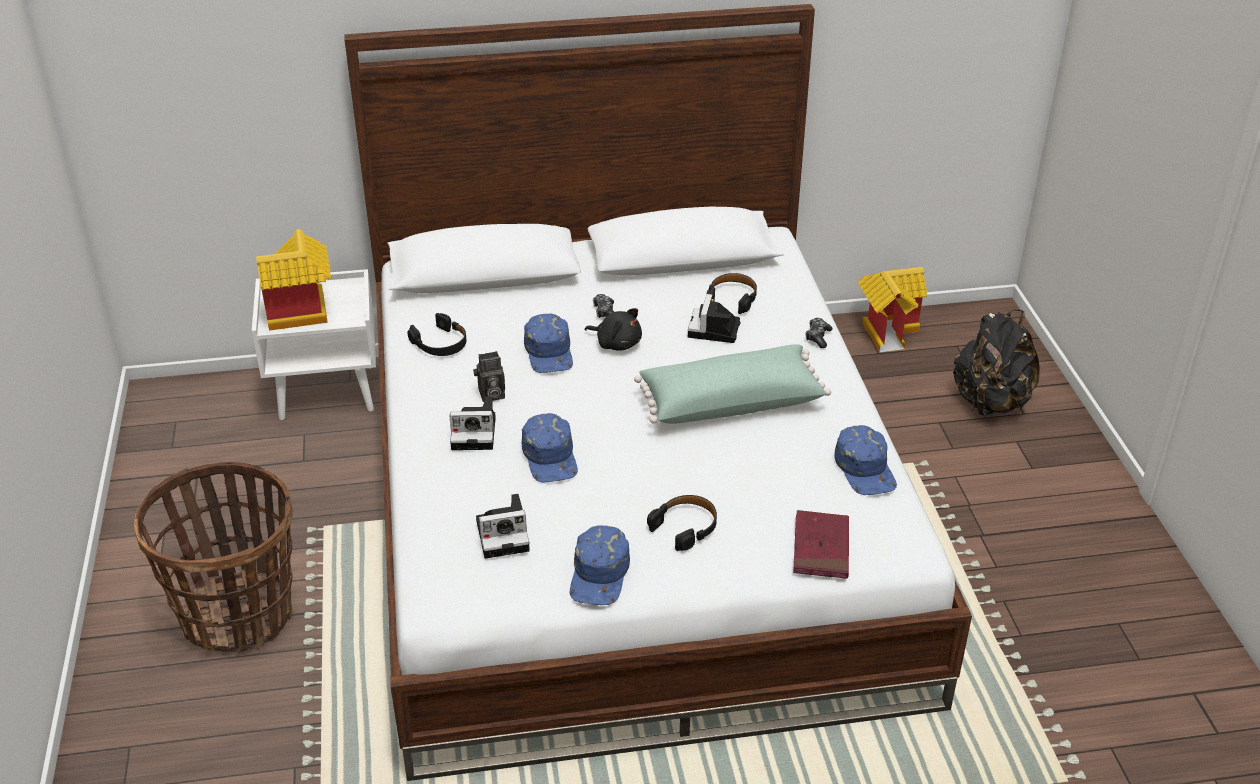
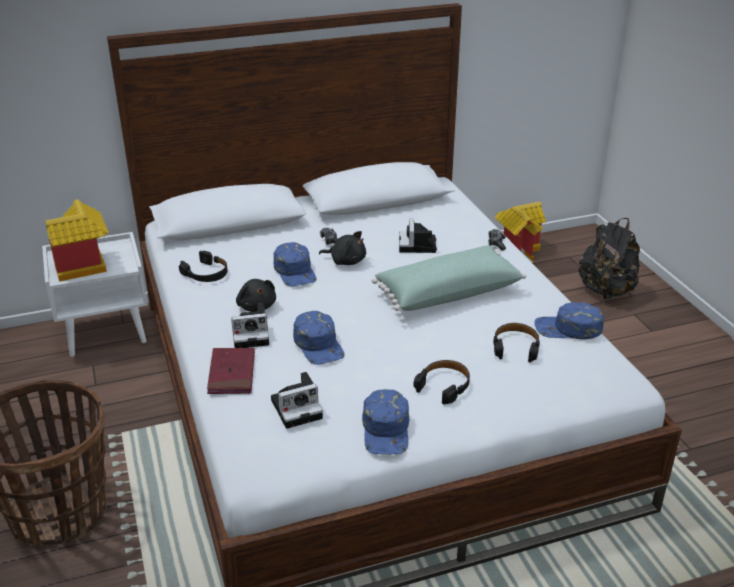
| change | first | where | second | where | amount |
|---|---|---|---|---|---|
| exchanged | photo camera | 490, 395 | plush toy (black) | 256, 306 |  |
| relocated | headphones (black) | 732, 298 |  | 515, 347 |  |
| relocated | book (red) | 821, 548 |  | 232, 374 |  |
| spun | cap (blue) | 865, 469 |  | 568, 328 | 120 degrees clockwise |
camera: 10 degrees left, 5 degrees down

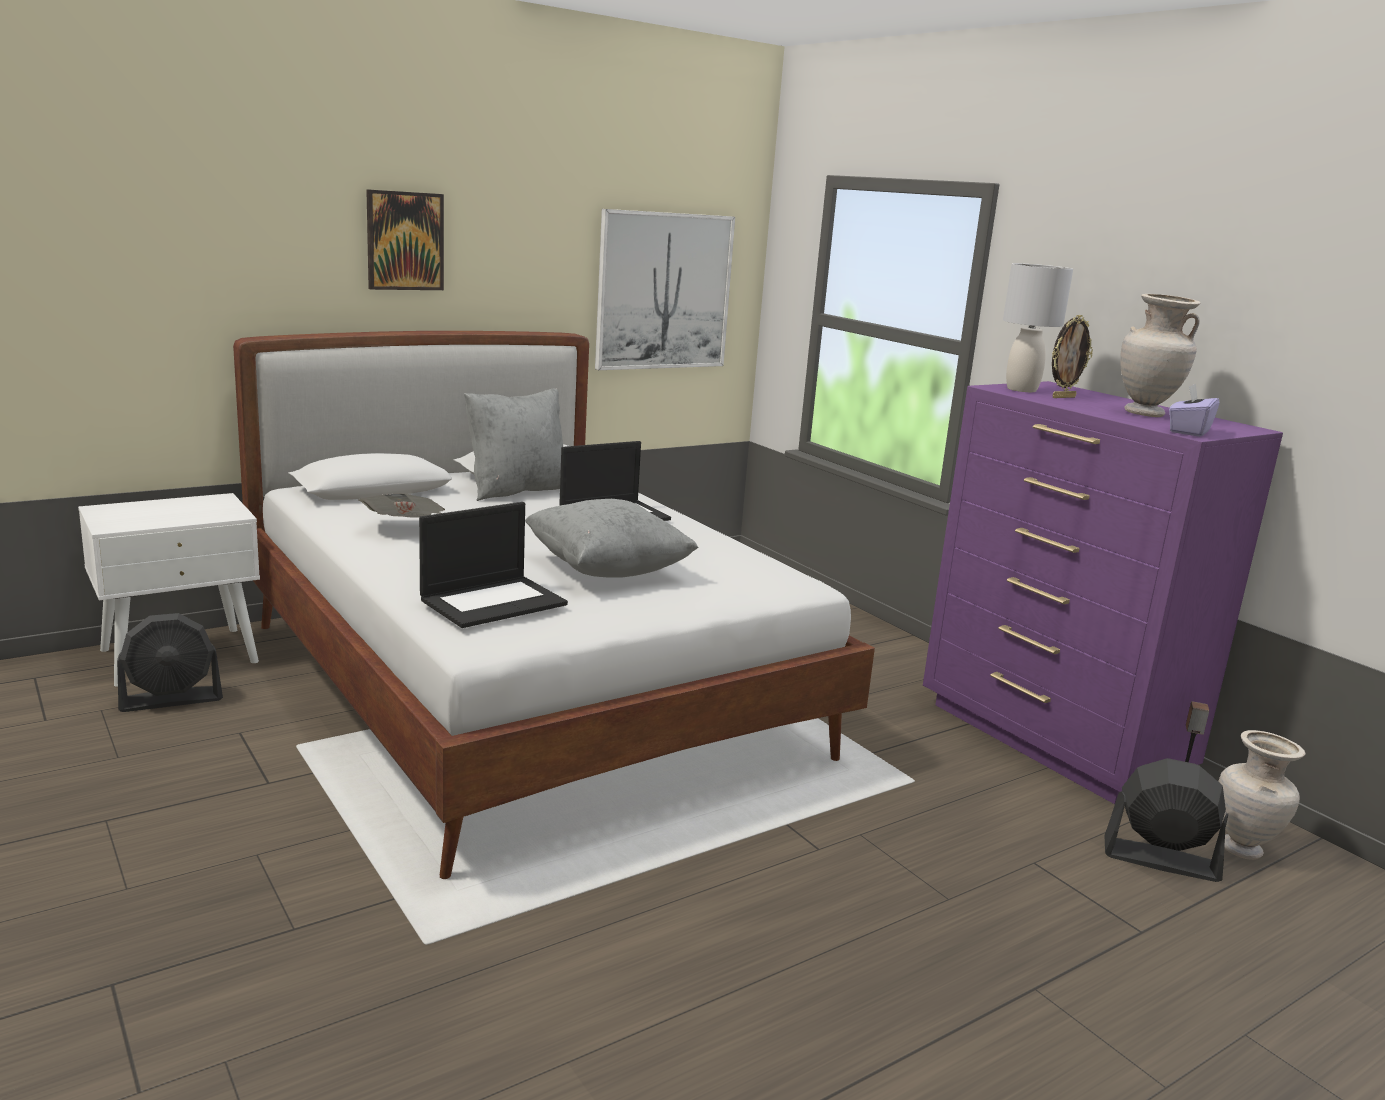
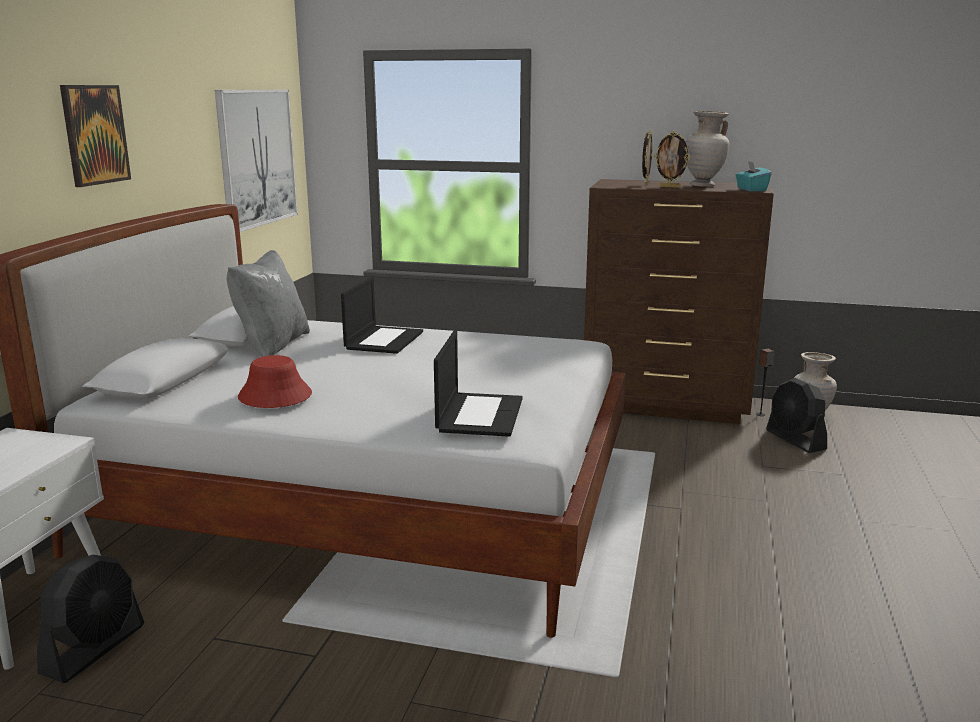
| change | first | where | second | where | amount |
|---|---|---|---|---|---|
| exchanged | newspaper | 404, 528 | hat (red) | 274, 396 |  |
| missing | pillow (grey) | 607, 571 |  |  |  |
| colour | dresser (purple) | 1051, 740 | dresser (brown) | 666, 405 |  |
| missing | table lamp (grey) | 1021, 389 |  |  |  |
| spun | fan (black) | 1160, 859 |  | 795, 440 | 90 degrees counterclockwise |
| colour | tissue box (purple) | 1188, 431 | tissue box (turquoise) | 751, 190 |  |
| appeared |  |  | picture frame | 670, 187 |  |
camera: 40 degrees left, 0 degrees up

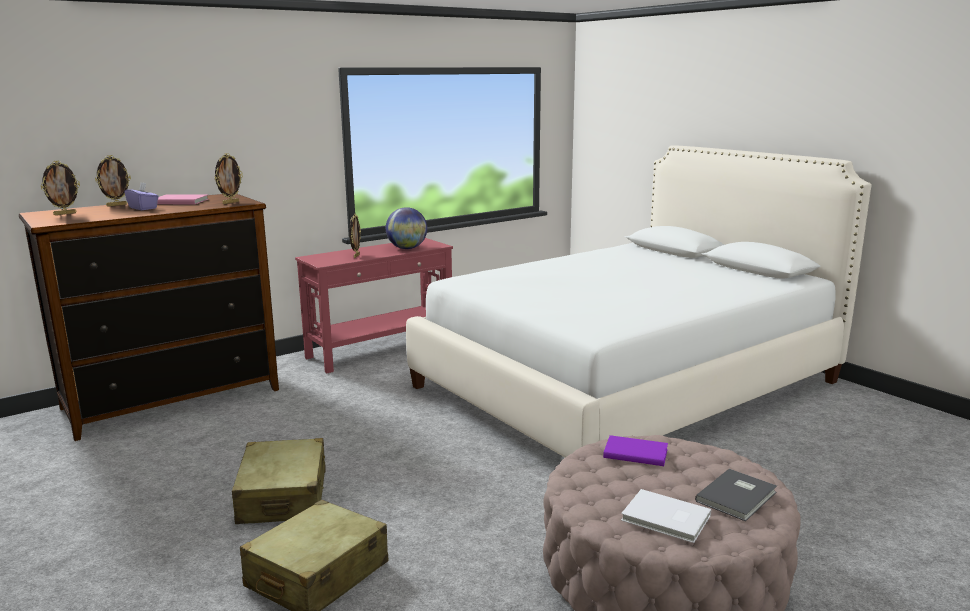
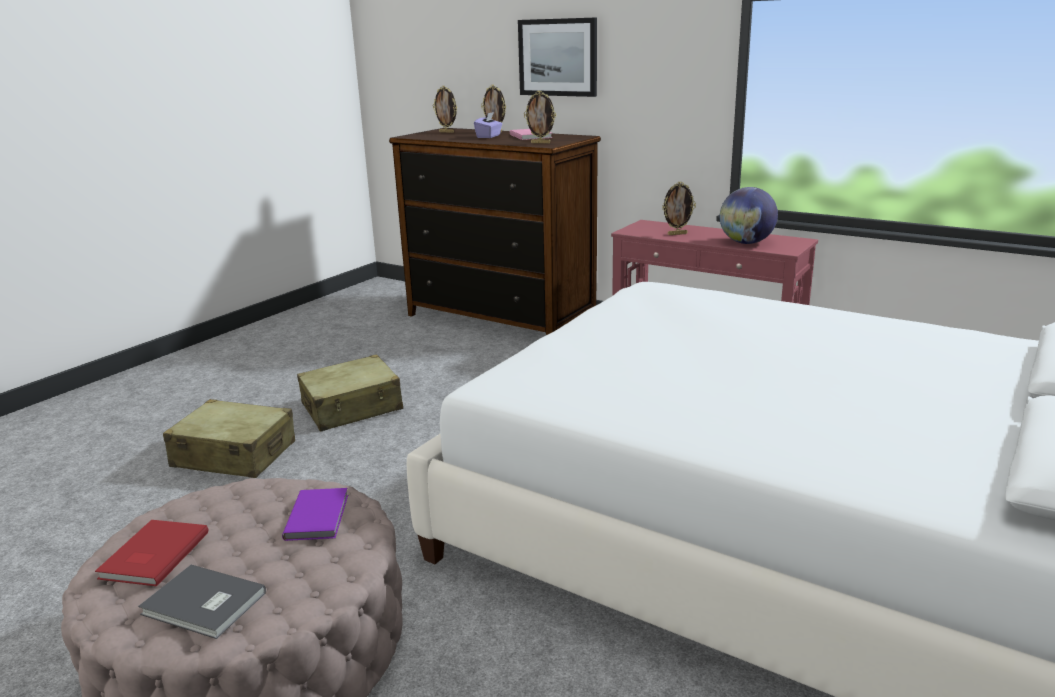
| change | first | where | second | where | amount |
|---|---|---|---|---|---|
| colour | book (white) | 666, 519 | book (red) | 152, 555 |  |
| appeared |  |  | picture | 558, 57 |  |
camera: 70 degrees right, 5 degrees up

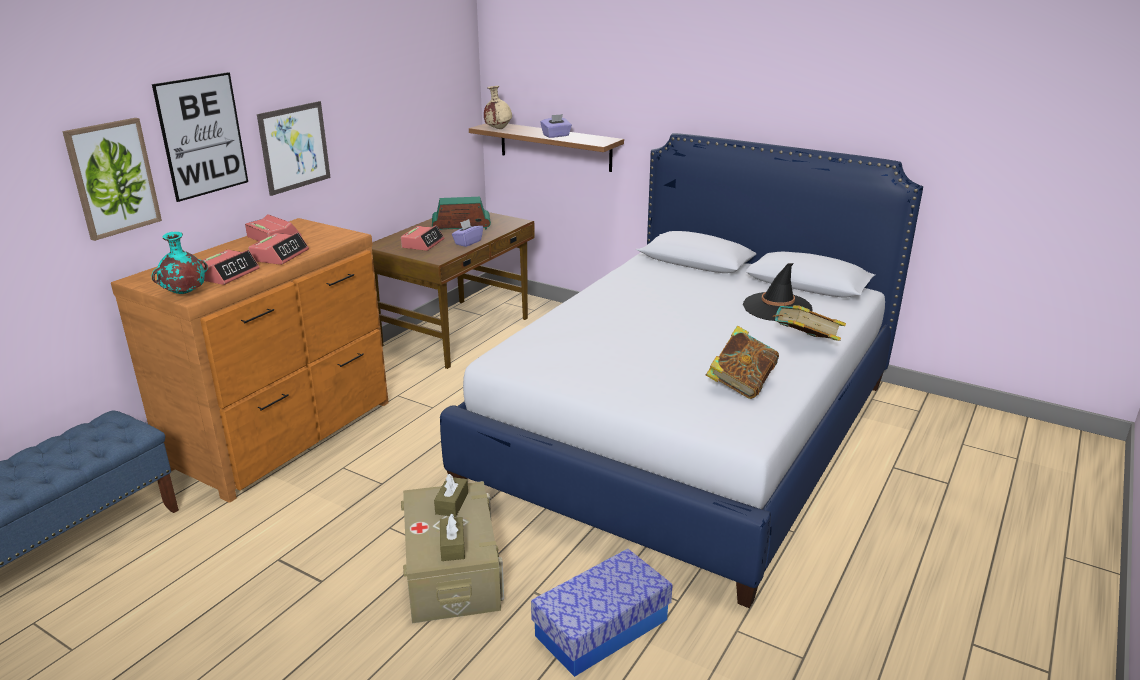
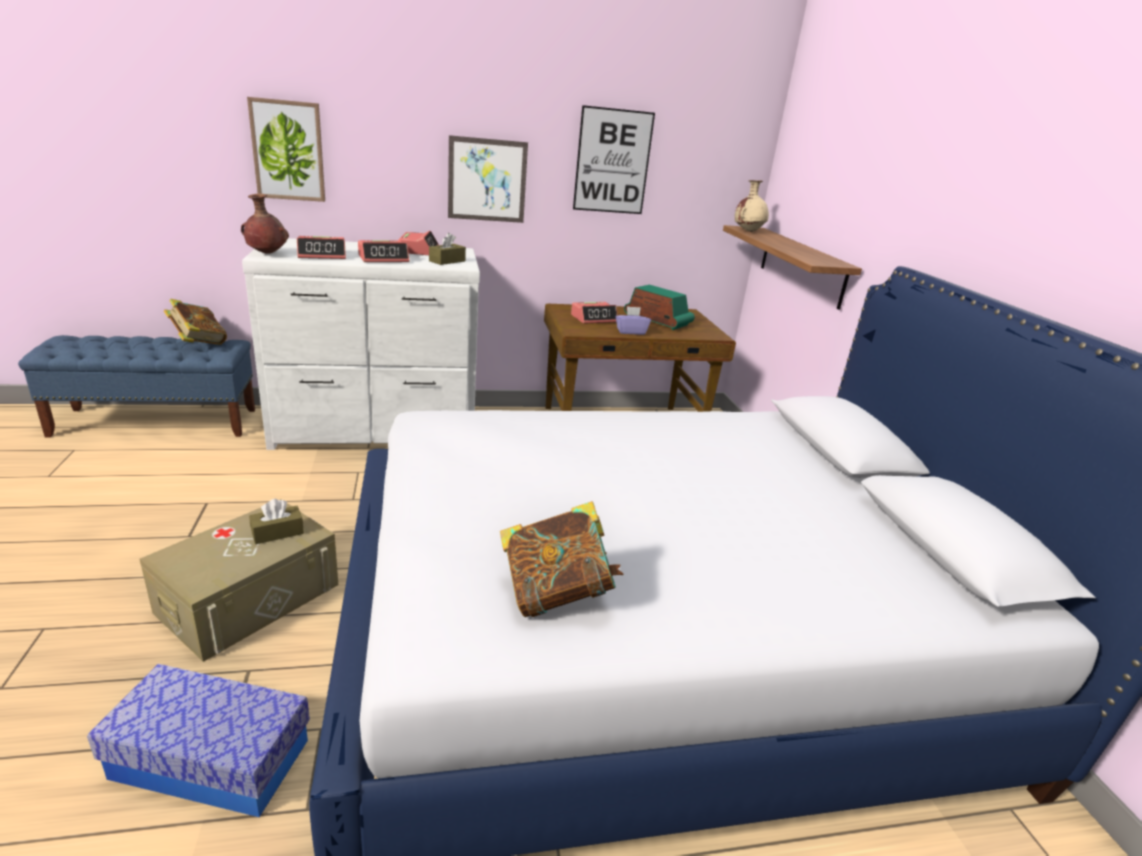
| change | first | where | second | where | amount |
|---|---|---|---|---|---|
| colour | dresser (brown) | 285, 434 | dresser (white) | 377, 429 |  |
| relocated | picture | 202, 136 |  | 612, 161 |  |
| colour | vase (turquoise) | 184, 294 | vase (brown) | 266, 254 |  |
| relocated | tissue box (brown) | 452, 546 |  | 447, 261 |  |
| missing | tissue box (purple) | 556, 135 |  |  |  |
| missing | hat (black) | 777, 307 |  |  |  |
| relocated | book | 804, 343 |  | 198, 342 |  |
camera: 45 degrees right, 0 degrees up

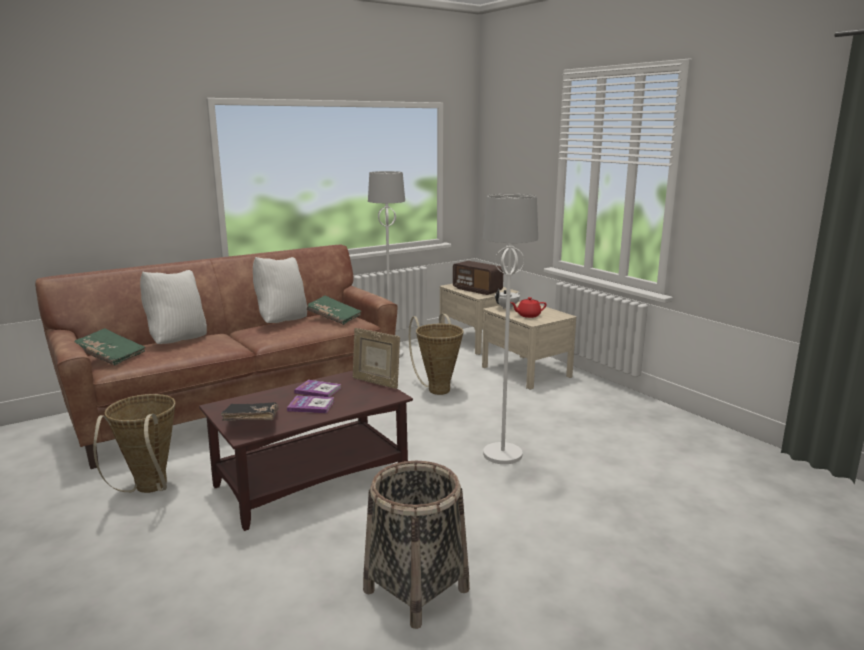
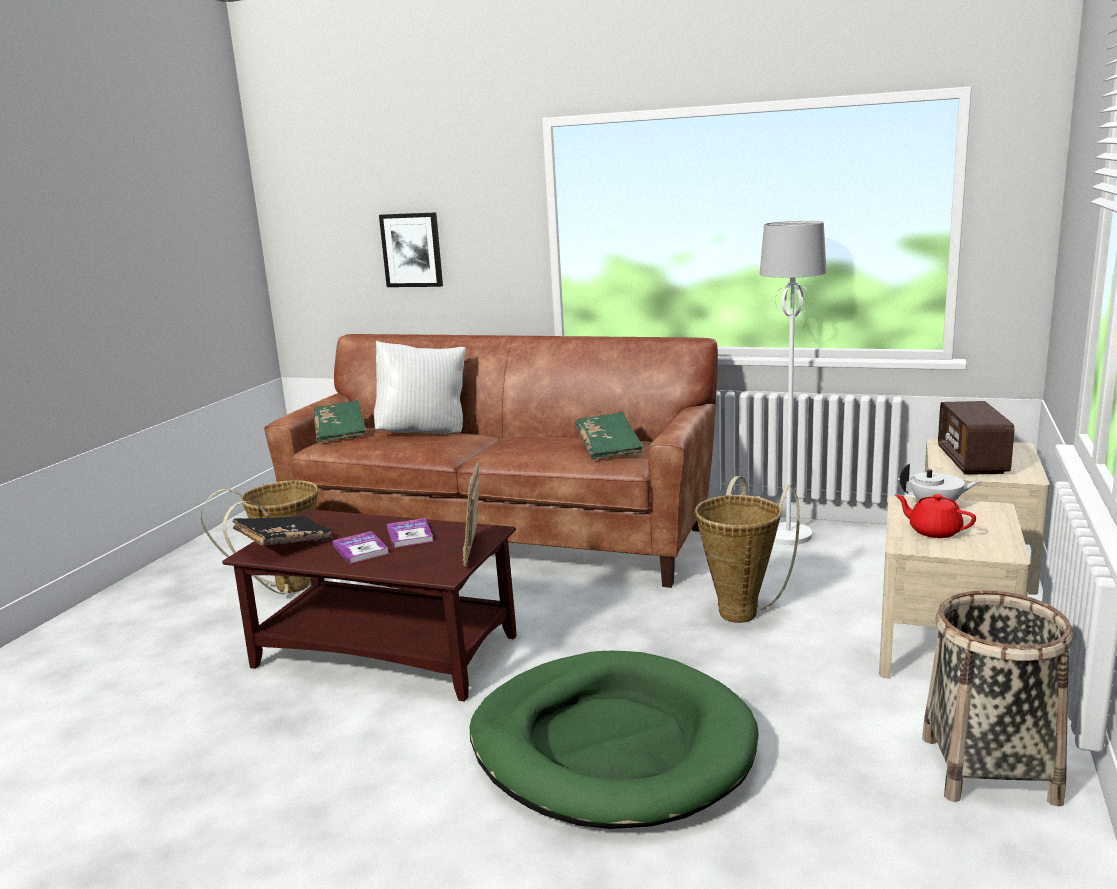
| change | first | where | second | where | amount |
|---|---|---|---|---|---|
| missing | pillow (white) | 281, 321 |  |  |  |
| relocated | basket | 416, 590 |  | 989, 768 |  |
| exchanged | floor lamp (white) | 502, 454 | dog bed (green) | 611, 746 |  |
| appeared |  |  | picture | 412, 250 |  |
camera: 55 degrees right, 0 degrees up

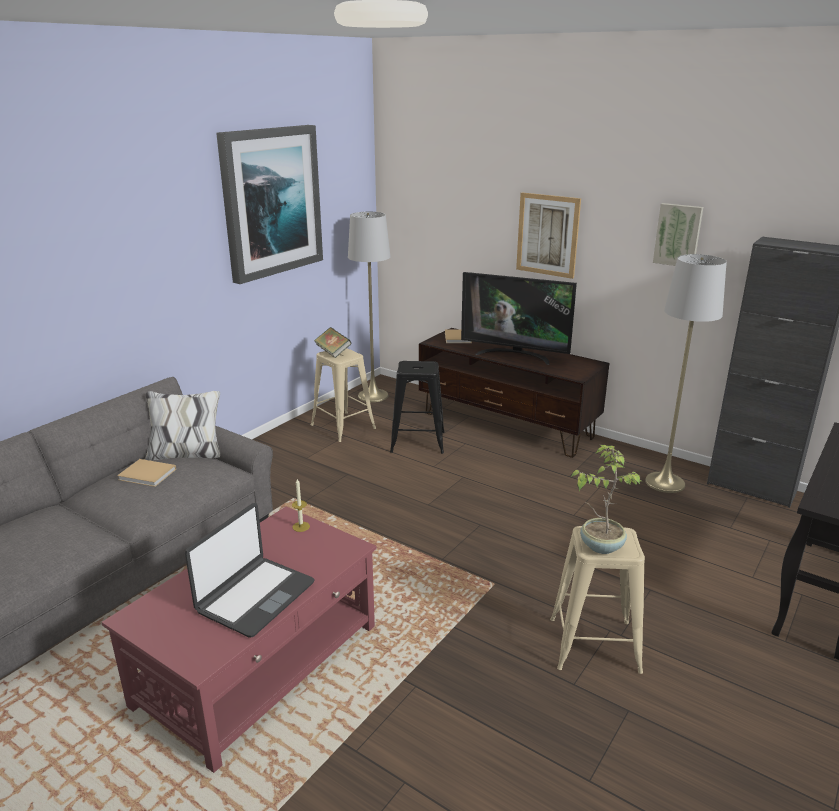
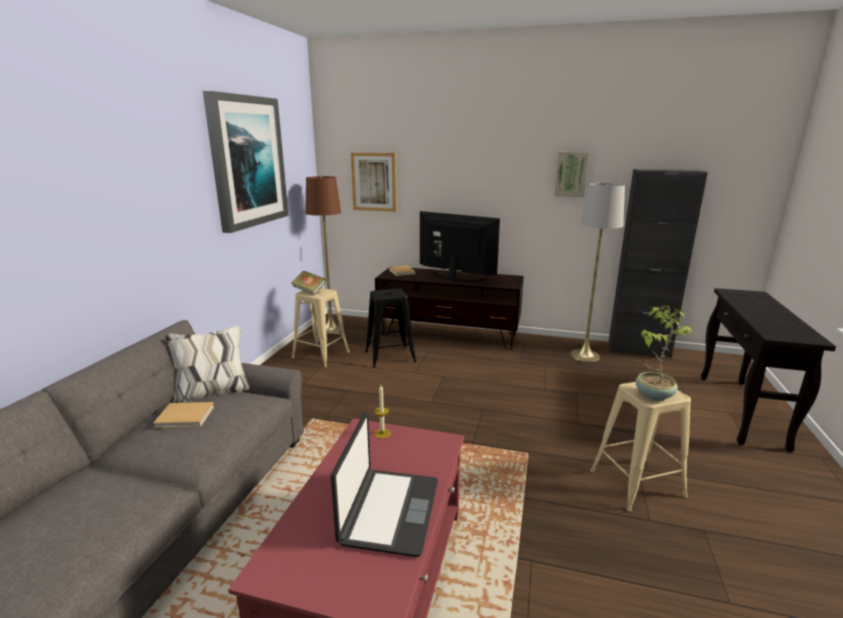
| change | first | where | second | where | amount |
|---|---|---|---|---|---|
| colour | floor lamp (grey) | 373, 395 | floor lamp (brown) | 331, 329 |  |
| spun | television | 515, 355 |  | 454, 278 | 150 degrees counterclockwise |
| relocated | picture | 547, 235 |  | 374, 182 |  |
camera: 20 degrees left, 5 degrees down

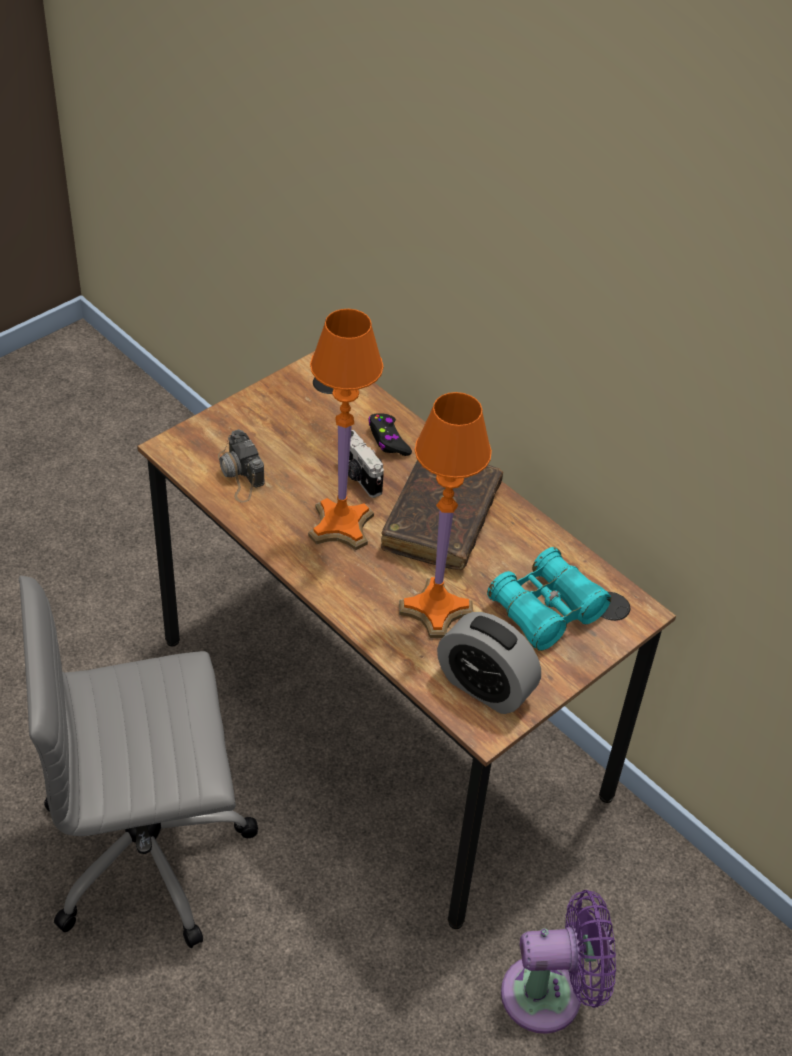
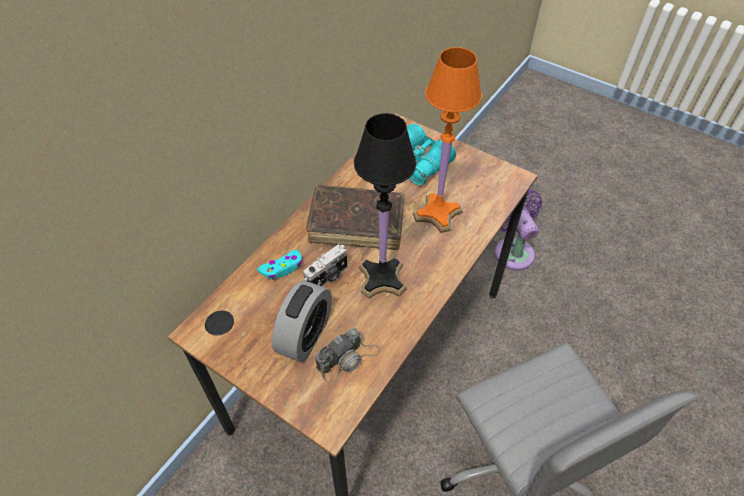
| change | first | where | second | where | amount |
|---|---|---|---|---|---|
| colour | table lamp (orange) | 341, 525 | table lamp (black) | 381, 278 |  |
| colour | game controller (black) | 388, 440 | game controller (turquoise) | 282, 268 |  |
| relocated | alarm clock | 485, 687 |  | 305, 336 |  |
camera: 100 degrees left, 5 degrees up

